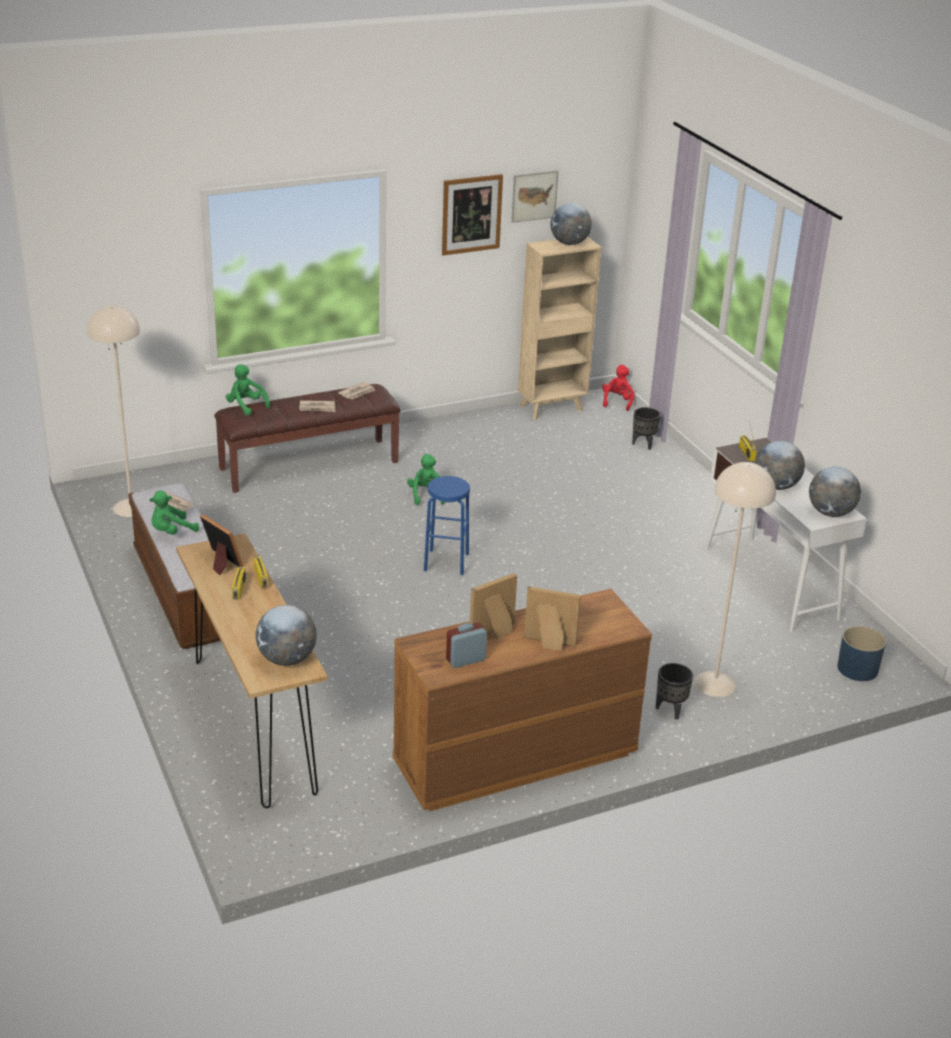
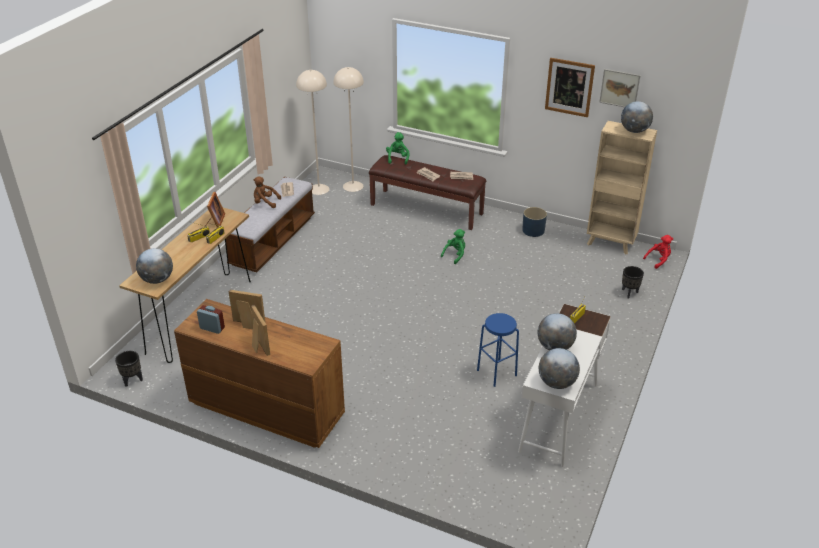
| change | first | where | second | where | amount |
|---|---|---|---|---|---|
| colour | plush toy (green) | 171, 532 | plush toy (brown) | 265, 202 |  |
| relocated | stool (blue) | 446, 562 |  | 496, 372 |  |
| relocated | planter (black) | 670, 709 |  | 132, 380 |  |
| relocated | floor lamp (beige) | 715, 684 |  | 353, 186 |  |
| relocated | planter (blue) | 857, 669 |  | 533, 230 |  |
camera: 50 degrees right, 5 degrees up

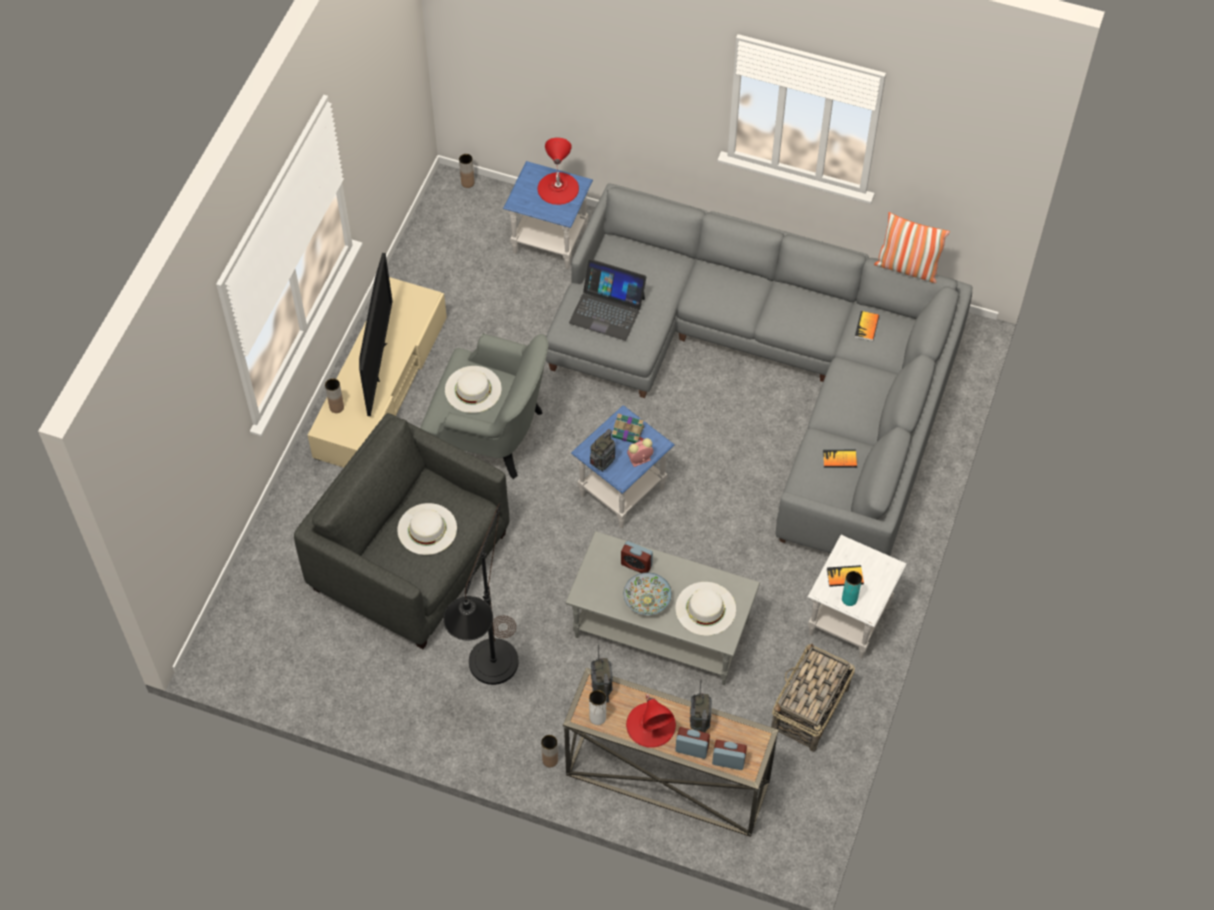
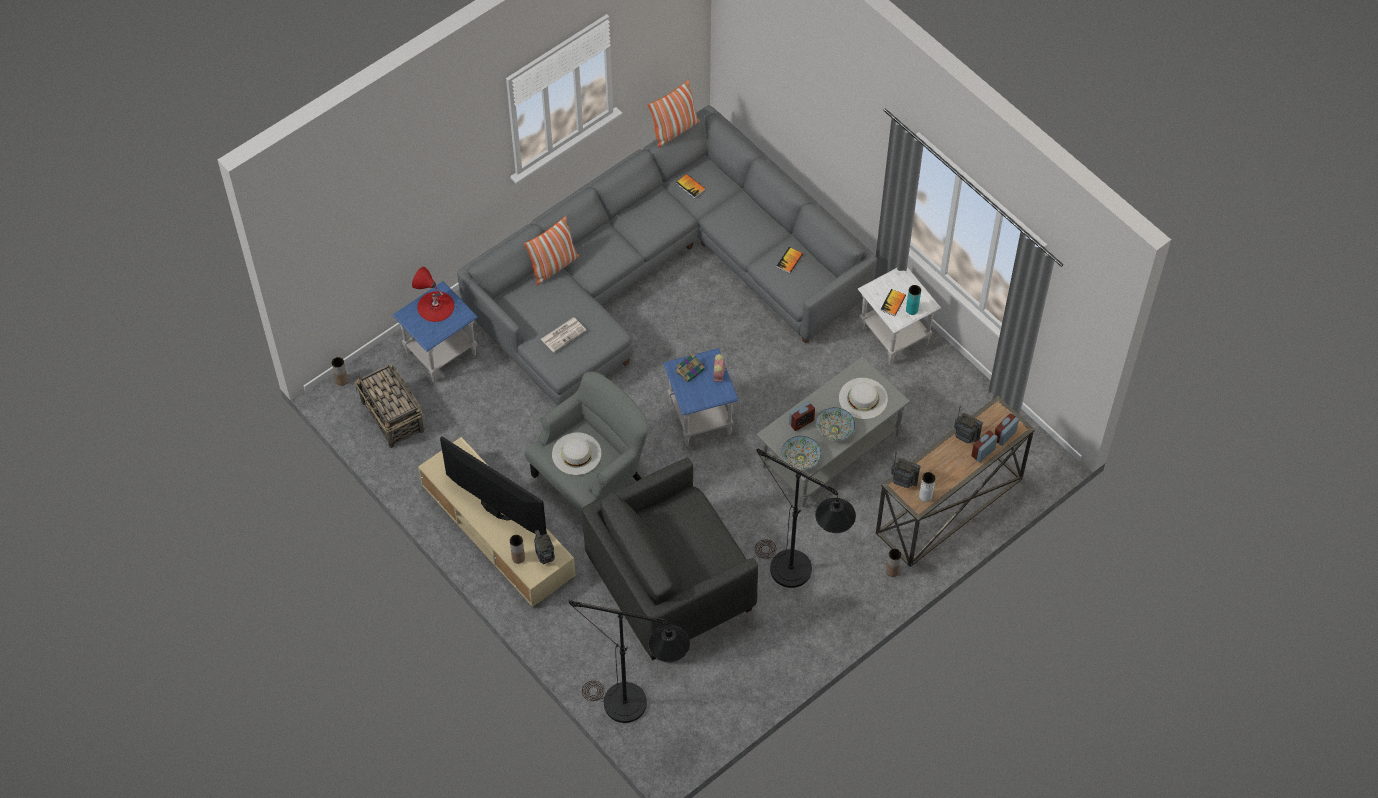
| change | first | where | second | where | amount |
|---|---|---|---|---|---|
| missing | hat (white) | 427, 529 |  |  |  |
| exchanged | laptop | 607, 310 | newspaper | 563, 334 |  |
| relocated | radio | 603, 464 |  | 545, 557 |  |
| missing | table lamp (red) | 651, 724 |  |  |  |
| relocated | basket | 809, 710 |  | 393, 417 |  |
| appeared |  |  | pillow | 554, 266 |  |
| appeared |  |  | floor lamp (black) | 637, 707 |  |
| appeared |  |  | bowl | 800, 458 |  |
camera: 60 degrees left, 0 degrees up

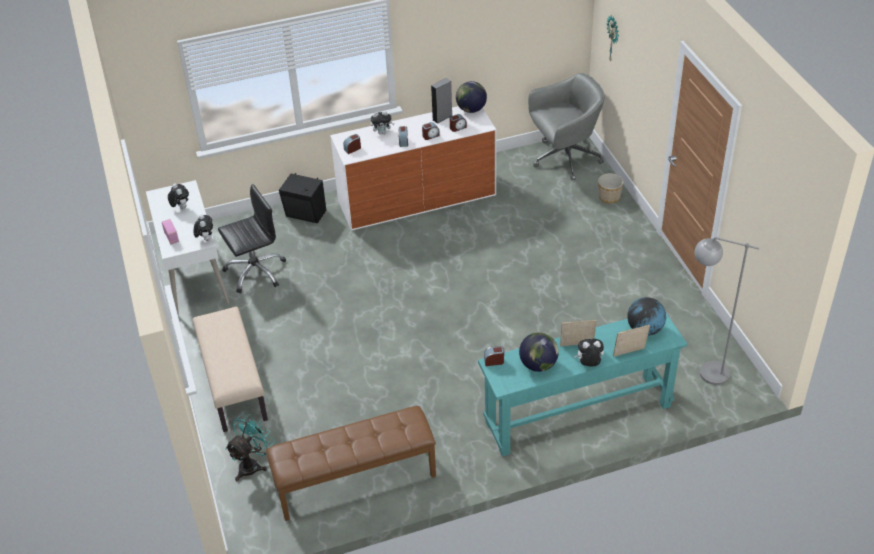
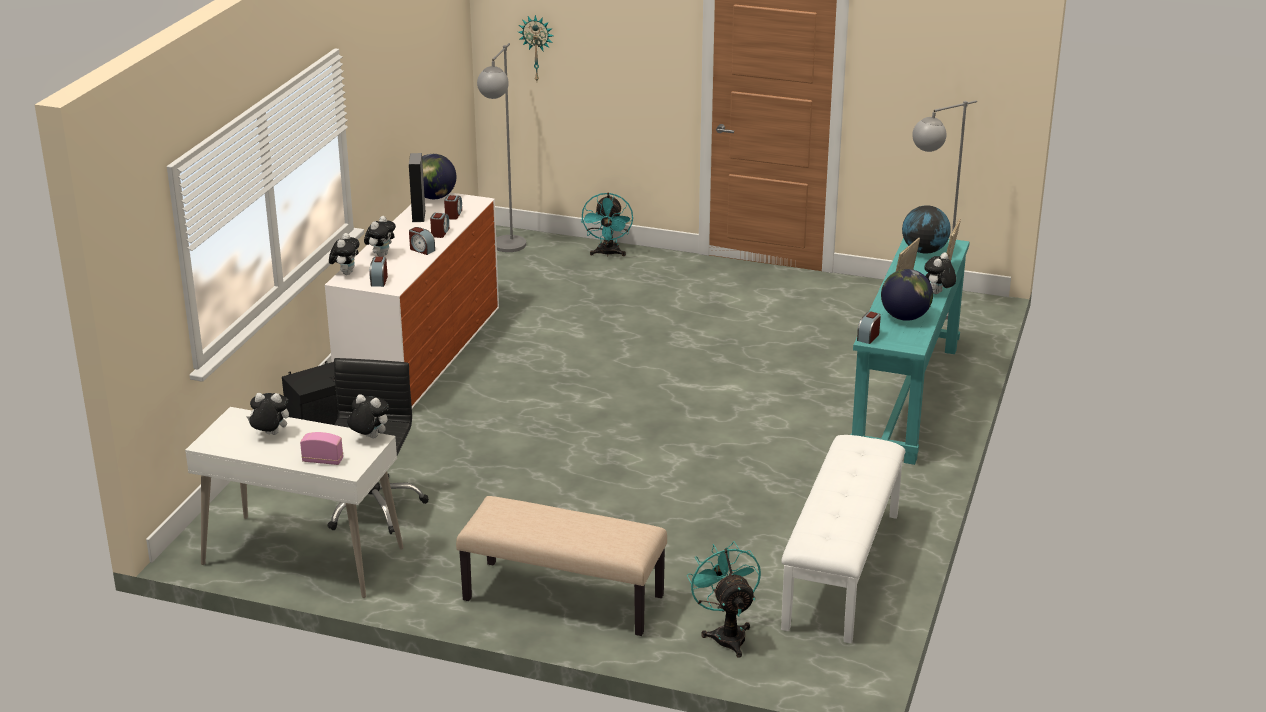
| change | first | where | second | where | amount |
|---|---|---|---|---|---|
| colour | bench (brown) | 355, 481 | bench (white) | 843, 570 |  |
| exchanged | office chair (grey) | 564, 158 | floor lamp (grey) | 505, 250 |  |
| exchanged | planter | 609, 197 | fan (turquoise) | 608, 254 |  |
| appeared |  |  | plush toy | 346, 273 |  |
camera: 55 degrees left, 15 degrees down

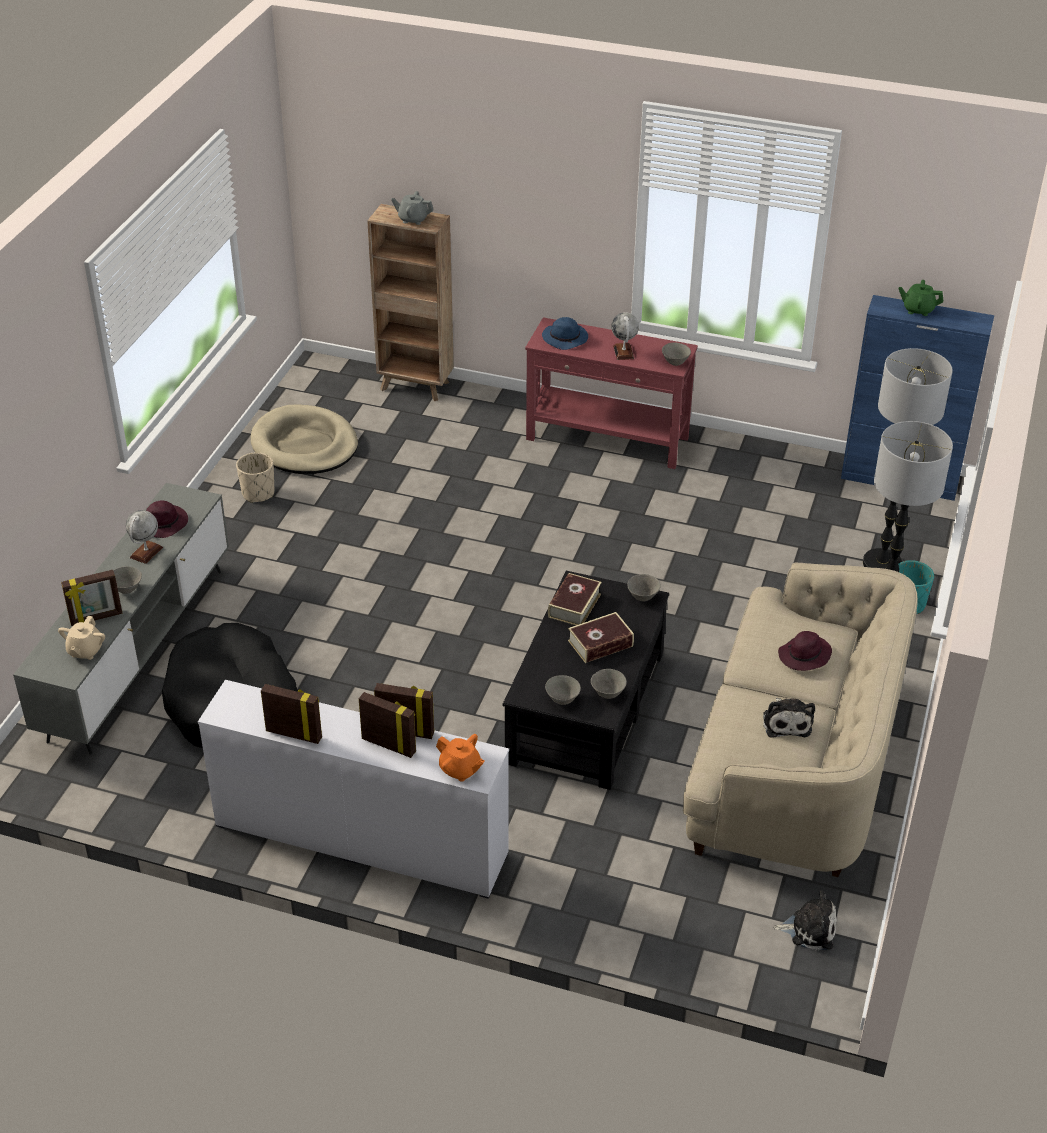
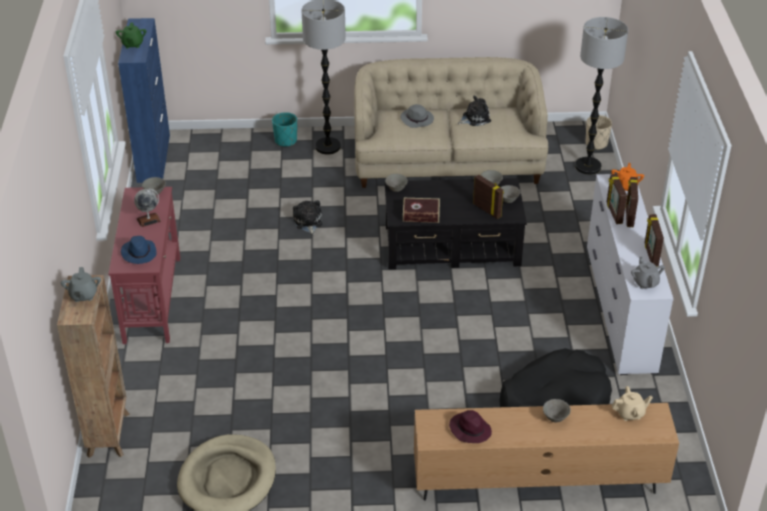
| change | first | where | second | where | amount |
|---|---|---|---|---|---|
| colour | tv stand (grey) | 138, 653 | tv stand (brown) | 538, 480 |  |
| relocated | picture frame | 96, 618 |  | 487, 210 |  |
| missing | globe | 146, 552 |  |  |  |
| relocated | planter (beige) | 258, 493 |  | 596, 143 |  |
| missing | book | 600, 643 |  |  |  |
| relocated | plush toy | 809, 929 |  | 308, 222 |  |
| colour | hat (purple) | 804, 656 | hat (grey) | 417, 120 |  |
| relocated | floor lamp | 882, 564 |  | 588, 166 |  |
| appeared |  |  | teapot (grey) | 645, 282 |  |
camera: 110 degrees left, 0 degrees up

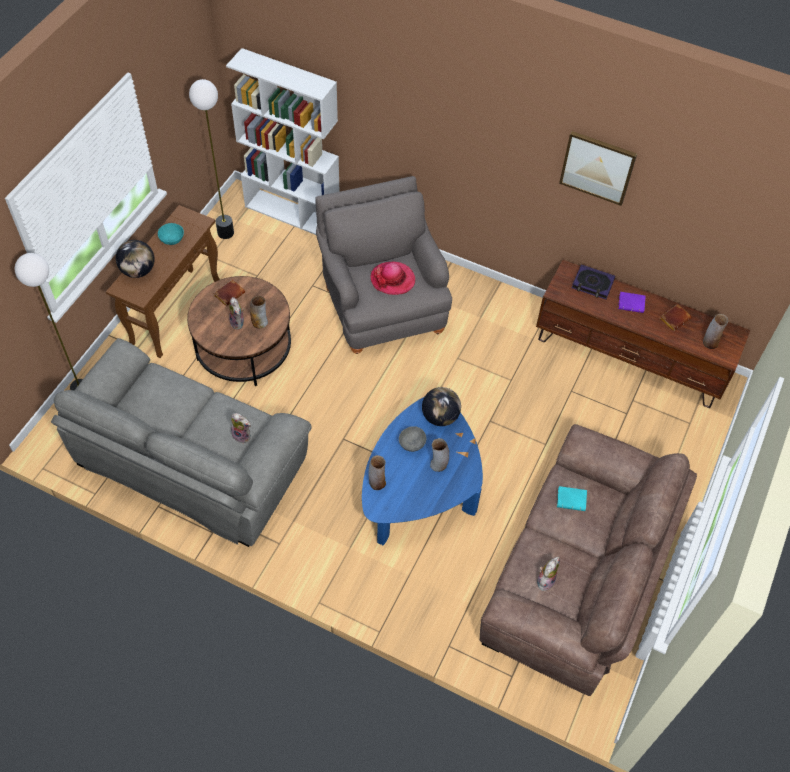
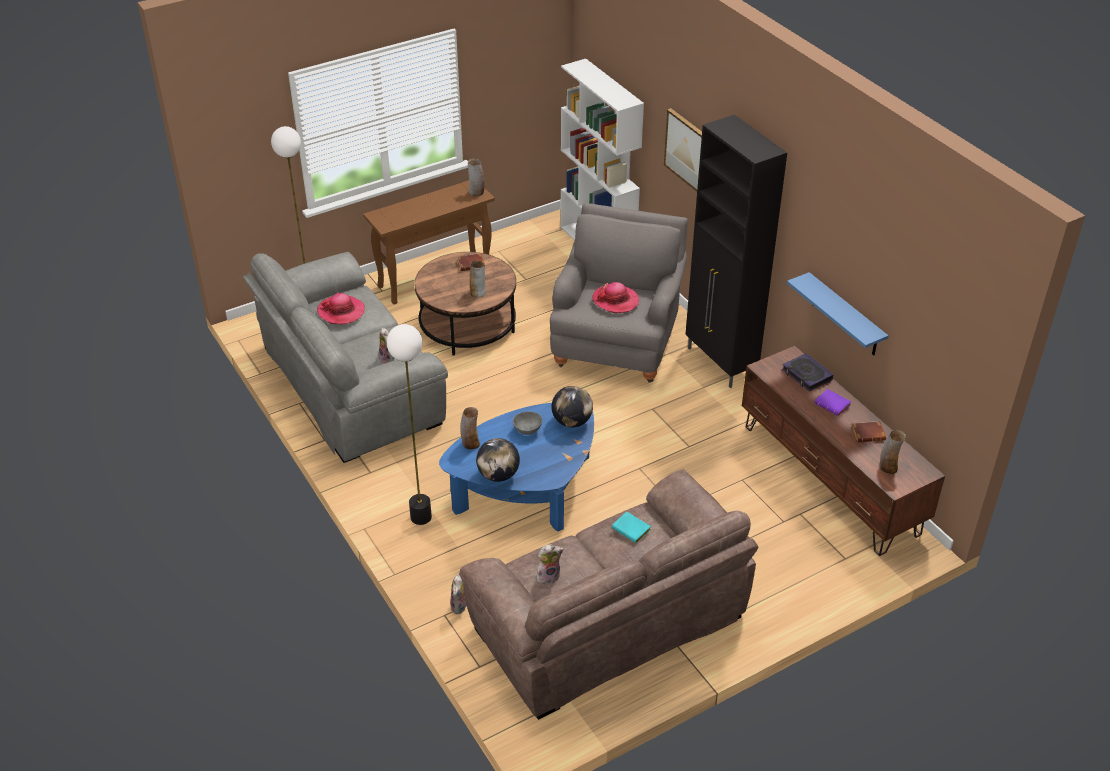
| change | first | where | second | where | amount |
|---|---|---|---|---|---|
| relocated | globe | 138, 271 |  | 498, 475 |  |
| missing | bowl (turquoise) | 171, 240 |  |  |  |
| relocated | floor lamp | 225, 232 |  | 421, 517 |  |
| relocated | plush toy | 238, 323 |  | 460, 607 |  |
| relocated | vase | 438, 465 |  | 476, 192 |  |
| relocated | picture | 597, 167 |  | 687, 150 |  |
| appeared |  |  | hat | 341, 311 |  |
| appeared |  |  | cabinet (black) | 720, 363 |  |
| appeared |  |  | shelf (blue) | 845, 316 |  |
camera: 35 degrees right, 15 degrees down

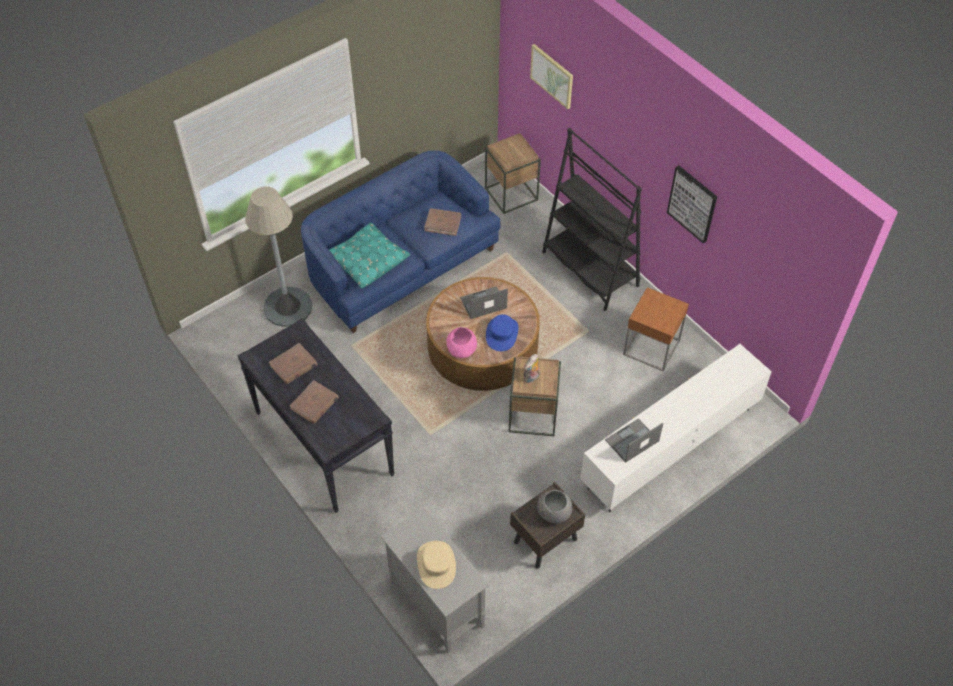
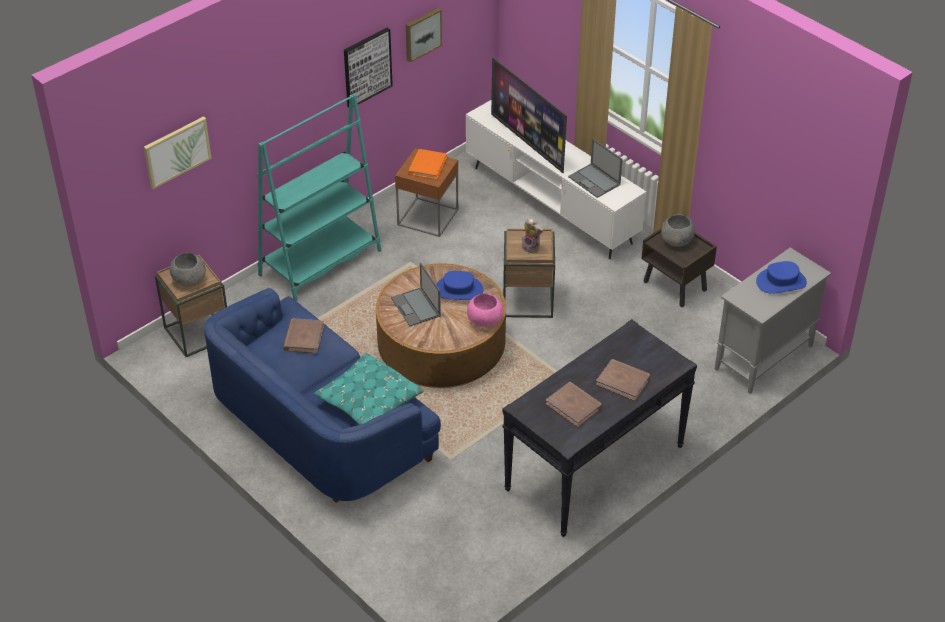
| change | first | where | second | where | amount |
|---|---|---|---|---|---|
| missing | floor lamp (grey) | 287, 307 |  |  |  |
| colour | hat (beige) | 436, 564 | hat (blue) | 781, 282 |  |
| colour | bookcase (black) | 590, 269 | bookcase (turquoise) | 320, 263 |  |
| appeared |  |  | bowl (grey) | 189, 280 |  |
| appeared |  |  | picture | 422, 34 |  |
| appeared |  |  | book (orange) | 427, 166 |  |
| appeared |  |  | television | 528, 142 |  |
camera: 95 degrees left, 10 degrees down

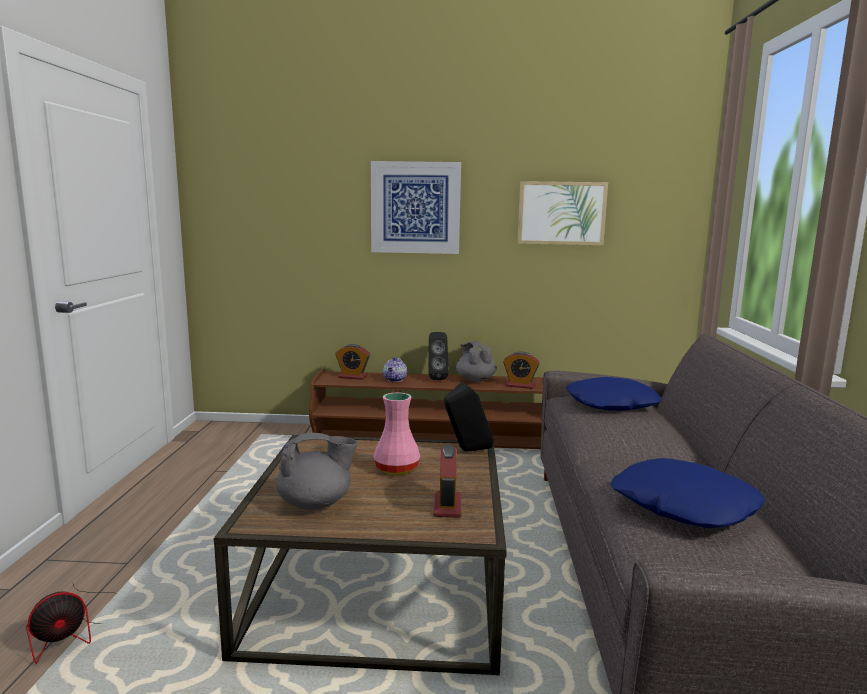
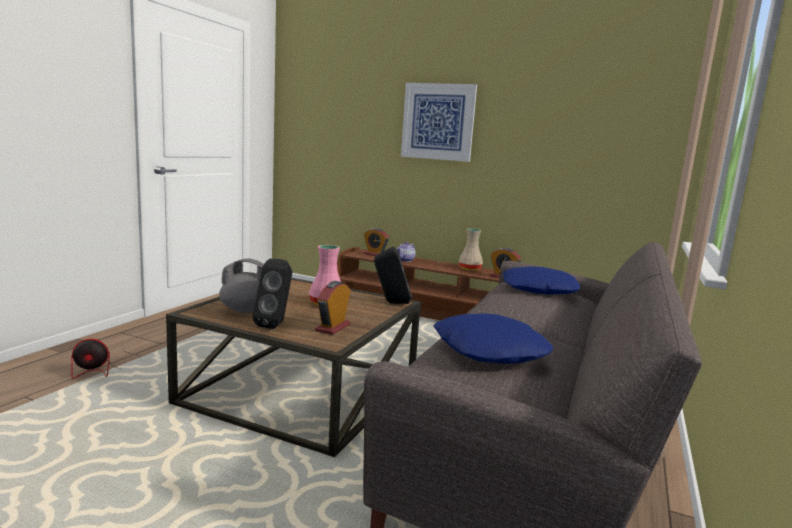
| change | first | where | second | where | amount |
|---|---|---|---|---|---|
| relocated | speaker (black) | 437, 378 |  | 275, 324 |  |
| exchanged | teapot (grey) | 475, 379 | vase (beige) | 470, 269 |  |
| missing | picture | 561, 213 |  |  |  |
camera: 20 degrees right, 0 degrees up

